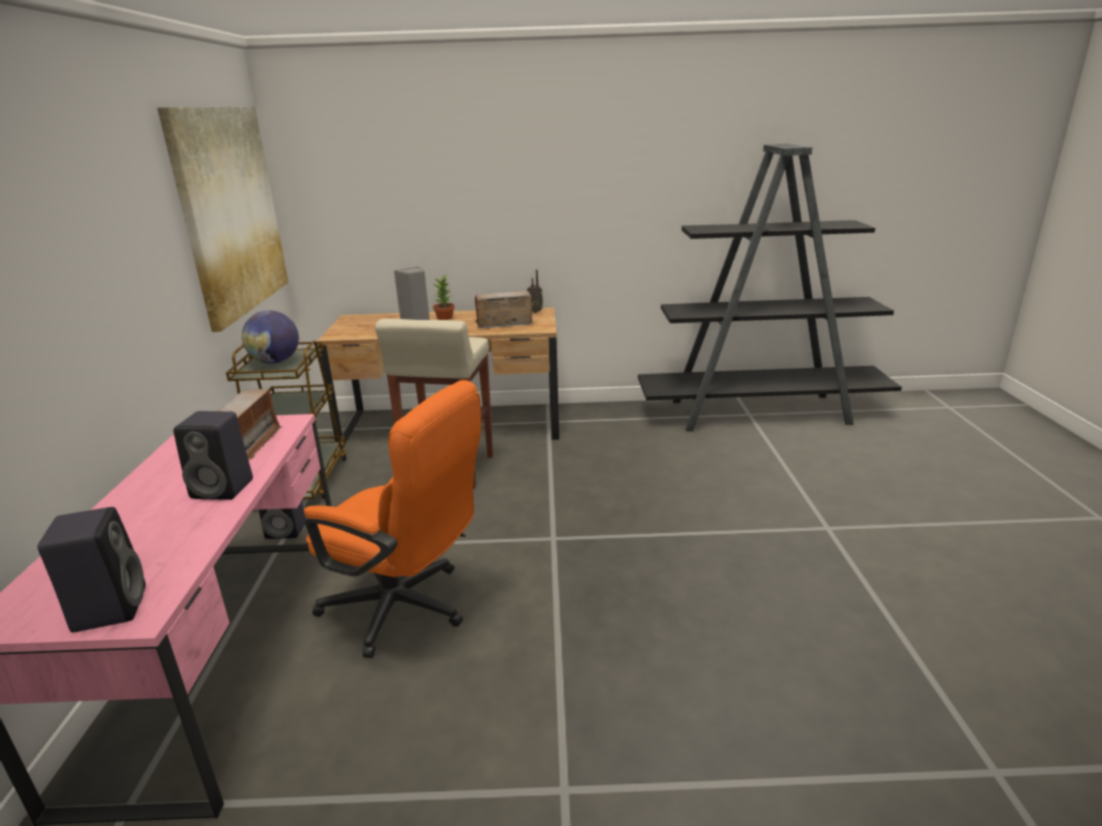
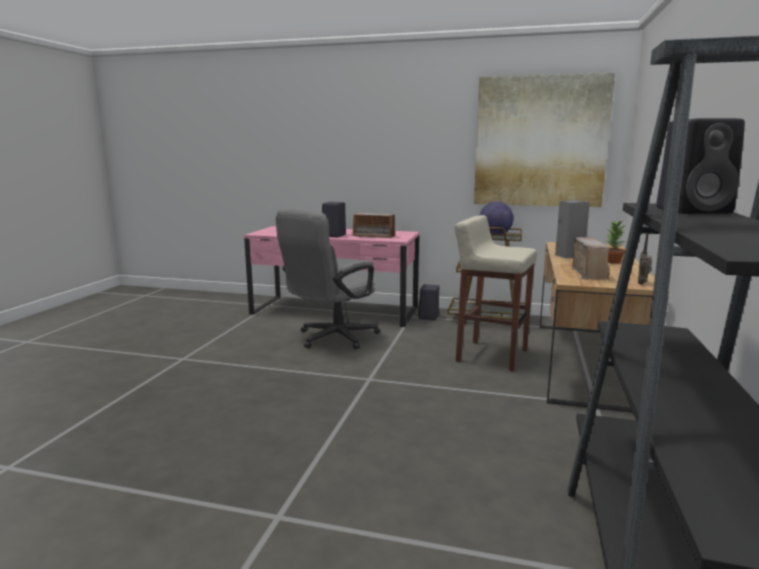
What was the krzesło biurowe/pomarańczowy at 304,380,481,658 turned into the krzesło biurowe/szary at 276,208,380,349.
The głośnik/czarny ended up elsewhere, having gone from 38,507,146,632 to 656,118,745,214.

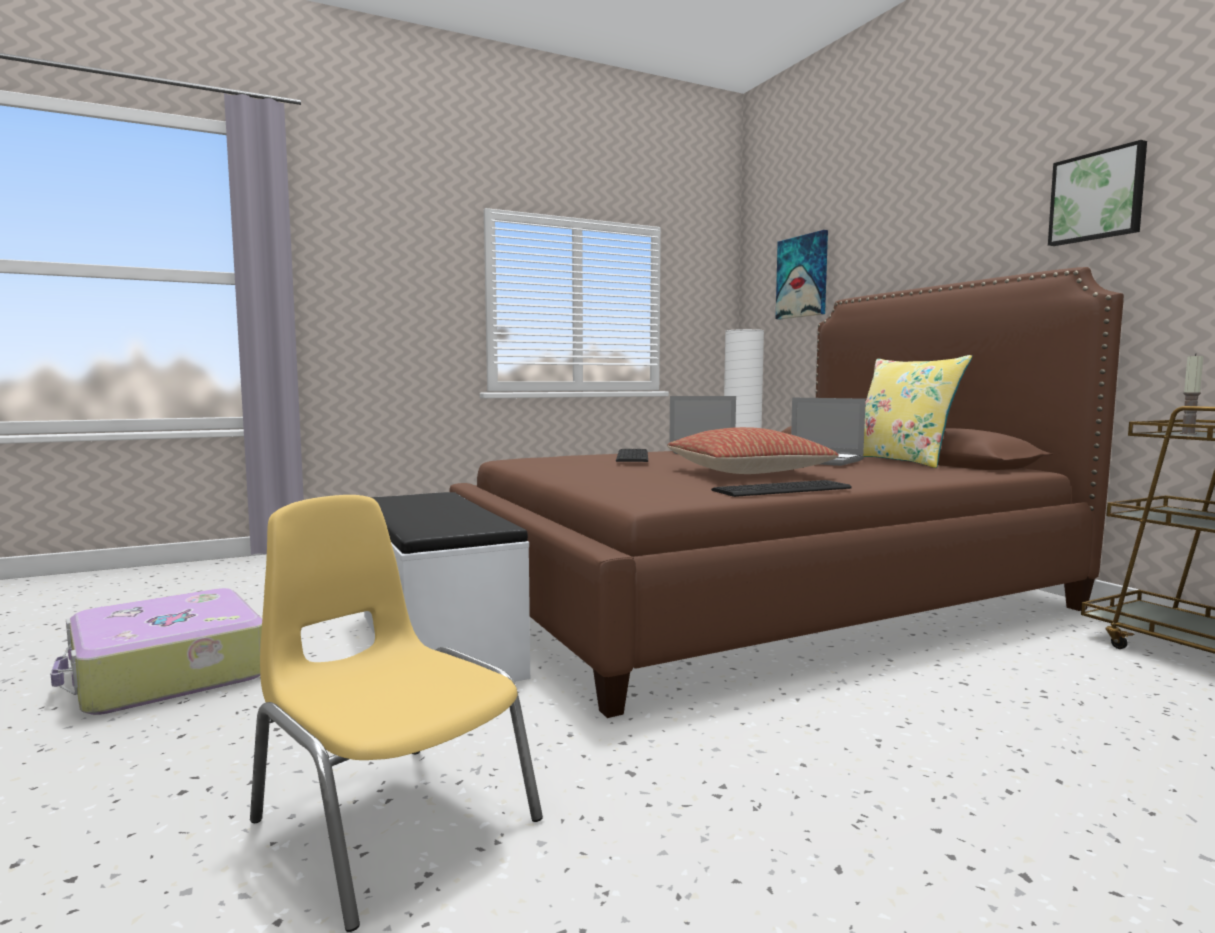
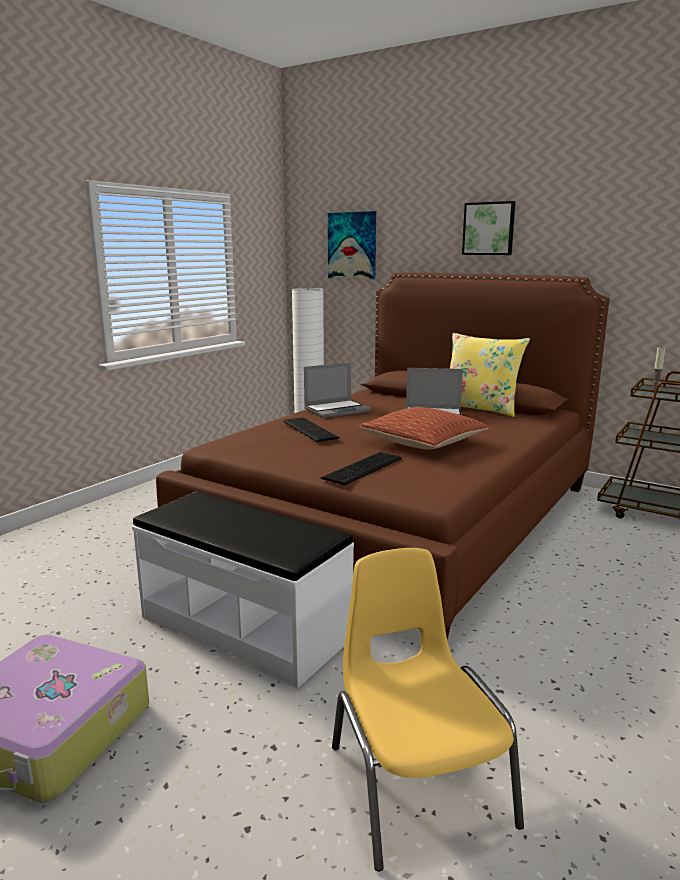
The obraz ended up elsewhere, having gone from 1048,140,1147,246 to 462,201,515,255.
The klawiatura ended up elsewhere, having gone from 711,480,852,497 to 321,452,402,485.
The krzesło/żółty at 250,495,543,932 ended up facing another way, 60 degrees clockwise from before.

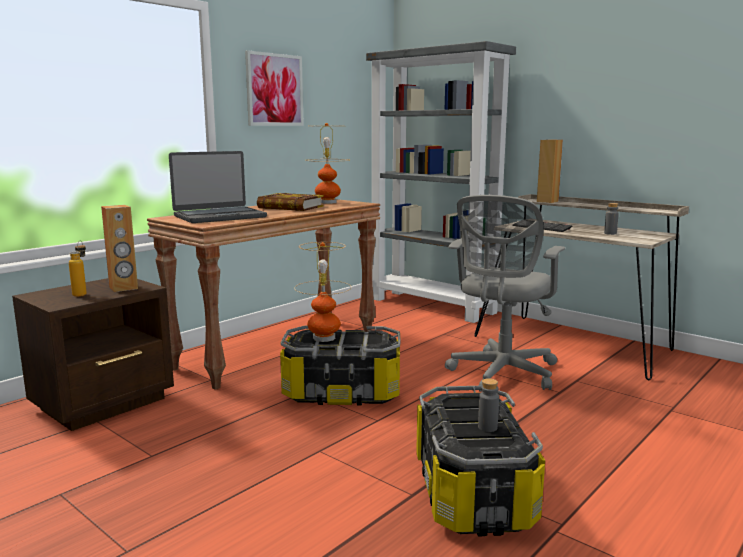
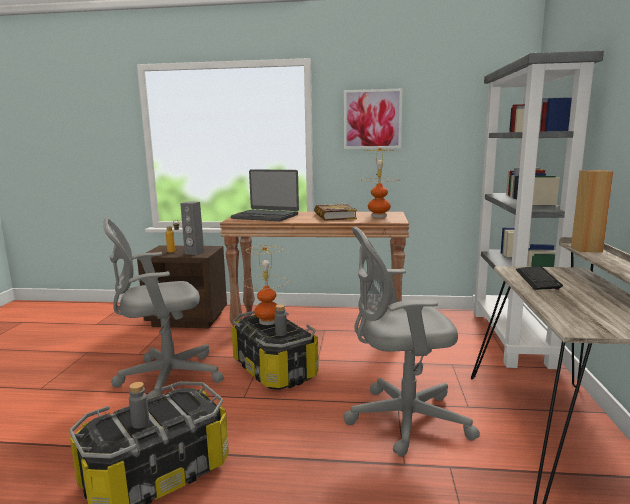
The butelka/szary ended up elsewhere, having gone from 604,203,619,235 to 275,304,287,336.
What was the głośnik/brązowy at 101,205,138,292 turned into the głośnik/szary at 180,201,204,255.
The second view gained the krzesło biurowe/szary at 103,218,224,399.

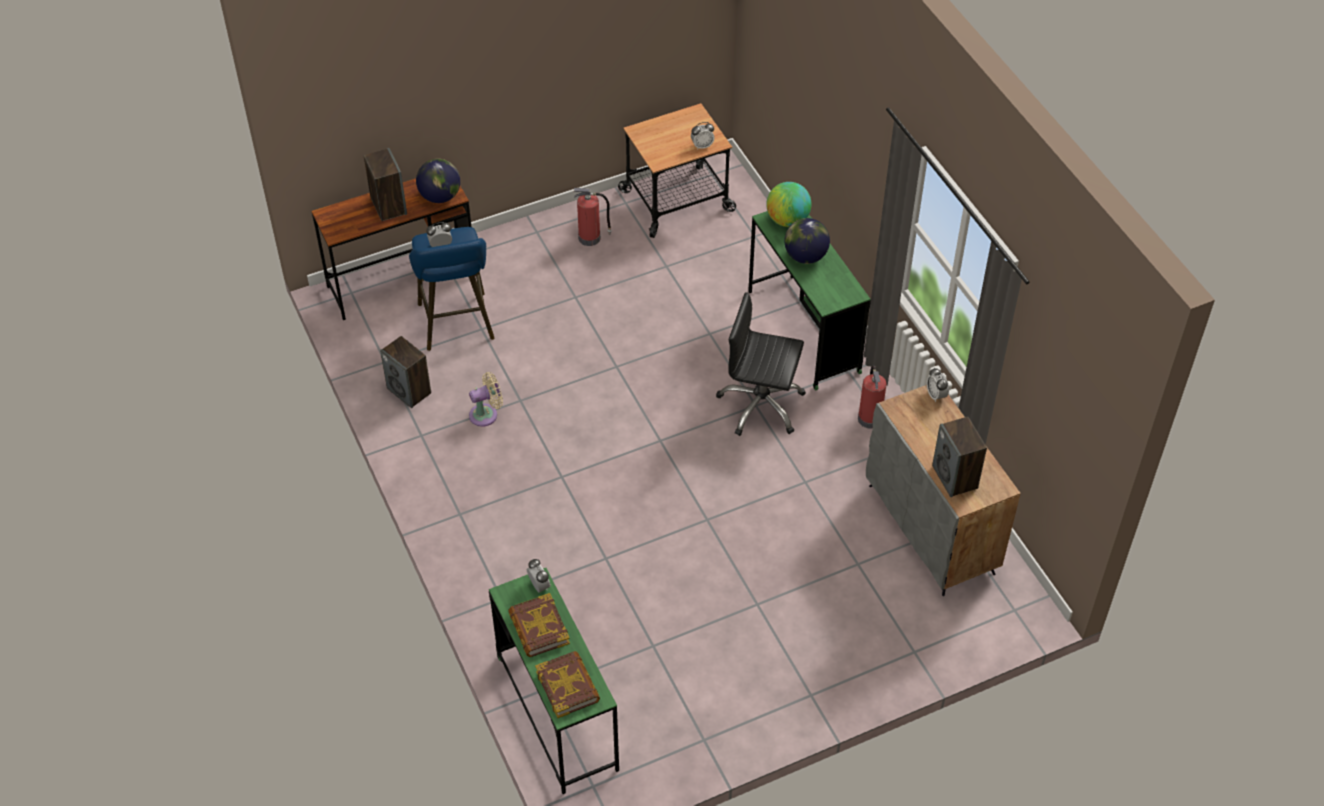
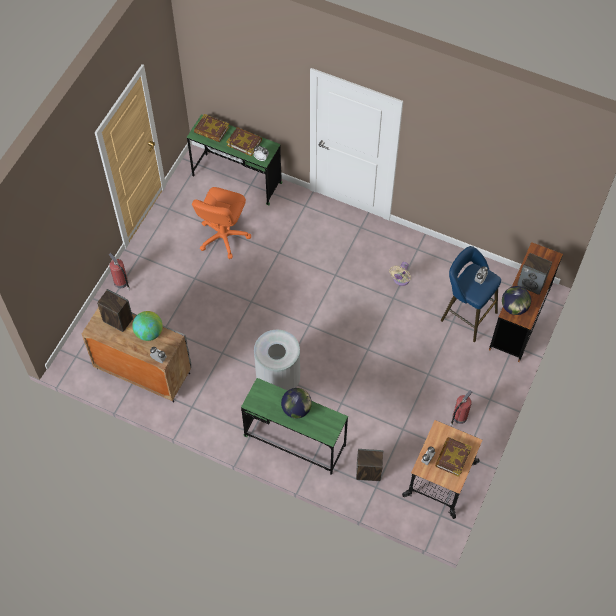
The globus ended up elsewhere, having gone from 766,182,812,227 to 132,311,163,341.
Where the krzesło biurowe/czarny stood at 716,292,806,436, the kosz na śmieci/szary came to stand at 254,330,300,391.
The głośnik ended up elsewhere, having gone from 380,336,431,408 to 356,449,383,481.
The gaśnica ended up elsewhere, having gone from 858,365,887,429 to 108,253,130,290.
The second view gained the krzesło biurowe/pomarańczowy at 192,187,251,259.
The second view gained the książka at 435,437,472,477.

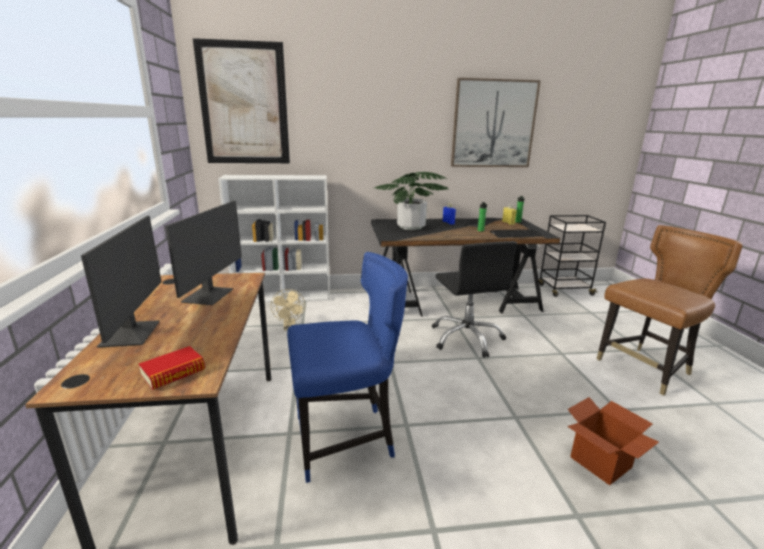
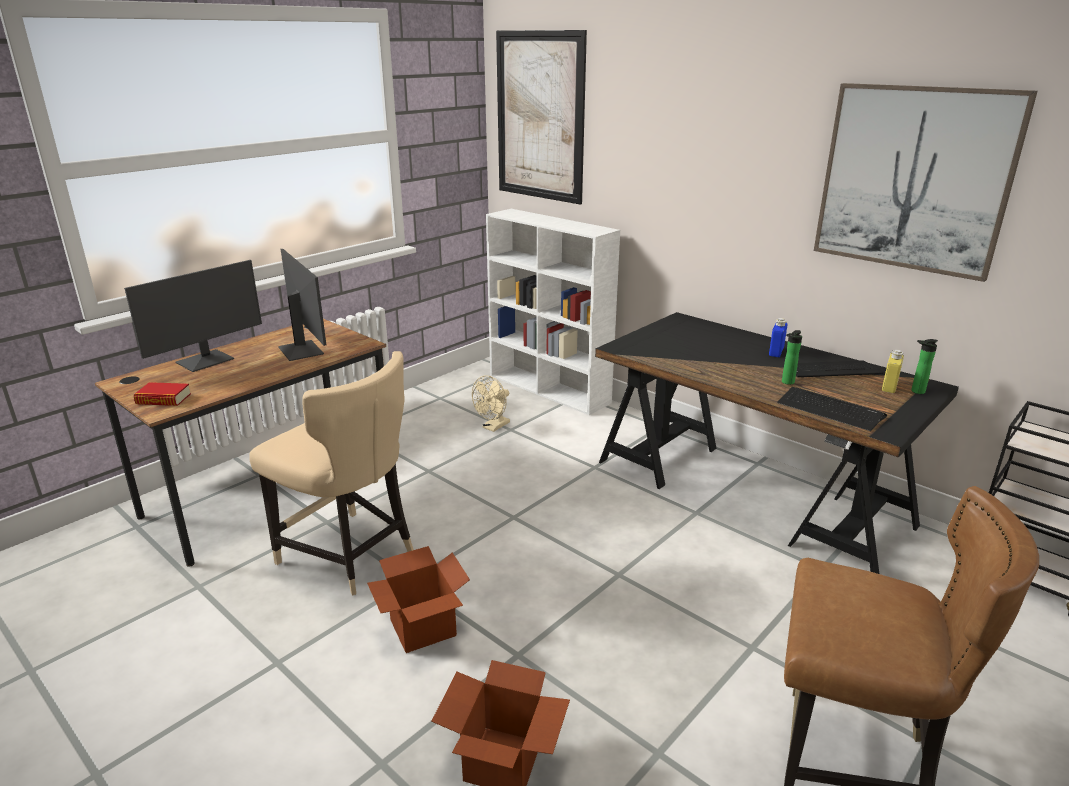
The second view lost the roślina doniczkowa at 375,172,449,230.
The monitor at 165,201,242,305 ended up facing another way, 90 degrees counterclockwise from before.
The second view lost the krzesło biurowe/czarny at 432,241,517,358.
What was the krzesło/niebieski at 287,252,408,483 turned into the krzesło/beżowy at 249,351,414,596.
The second view gained the karton at 367,546,470,653.

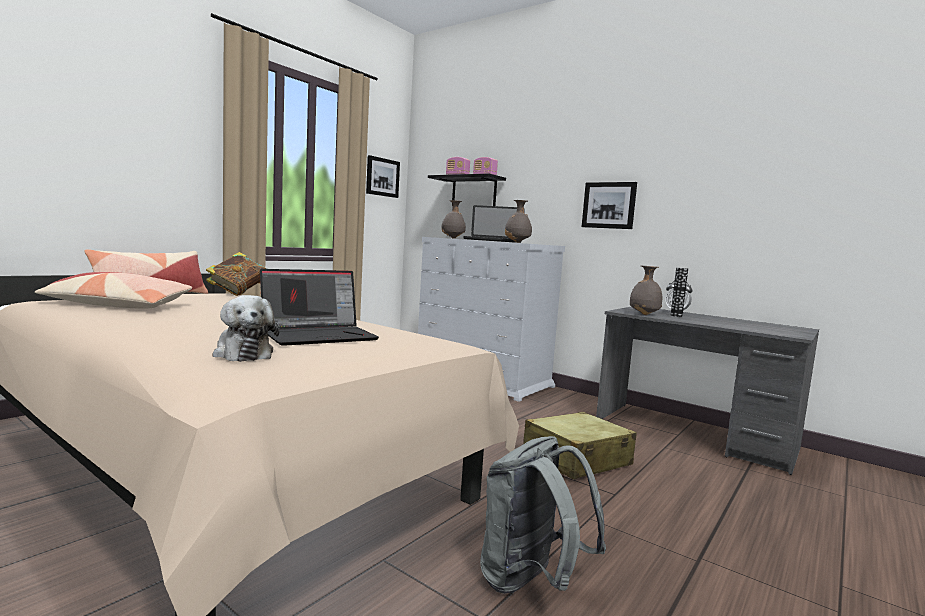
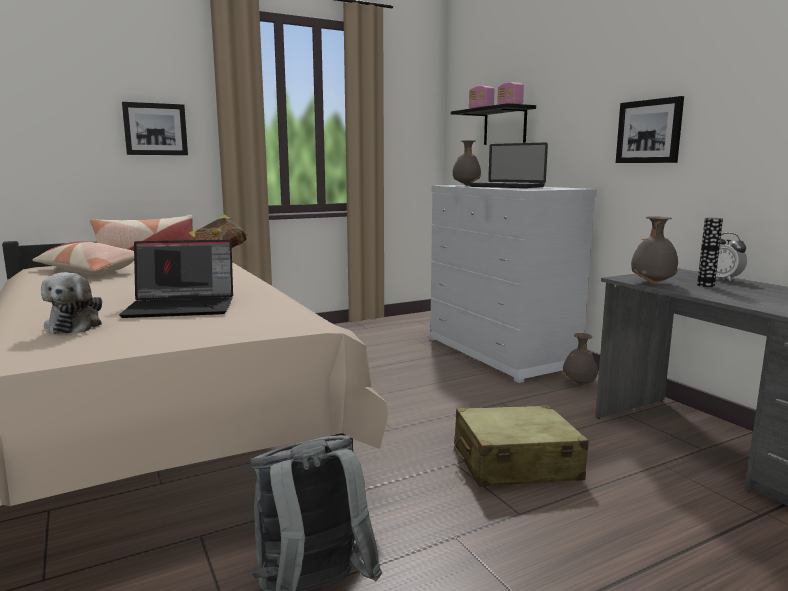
The obraz ended up elsewhere, having gone from 366,155,400,198 to 122,102,188,155.
The wazon/szary ended up elsewhere, having gone from 505,200,532,243 to 563,333,598,385.

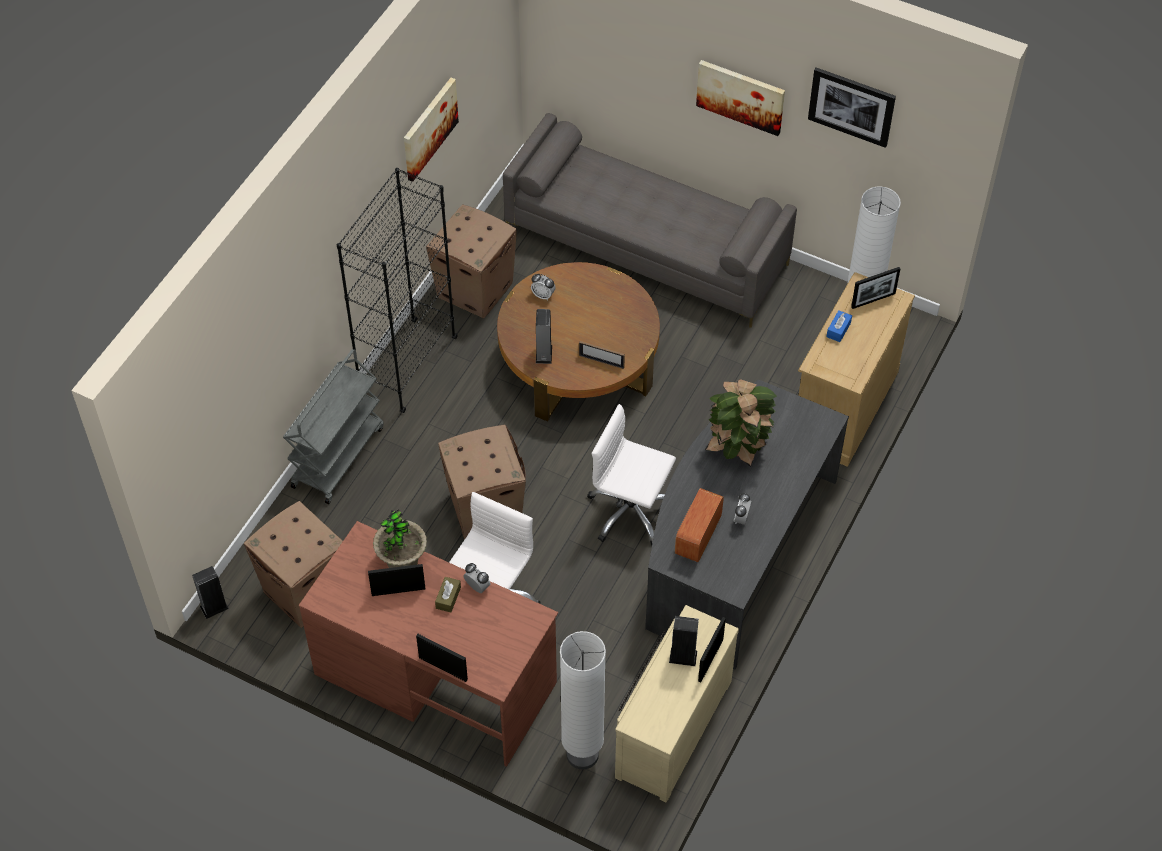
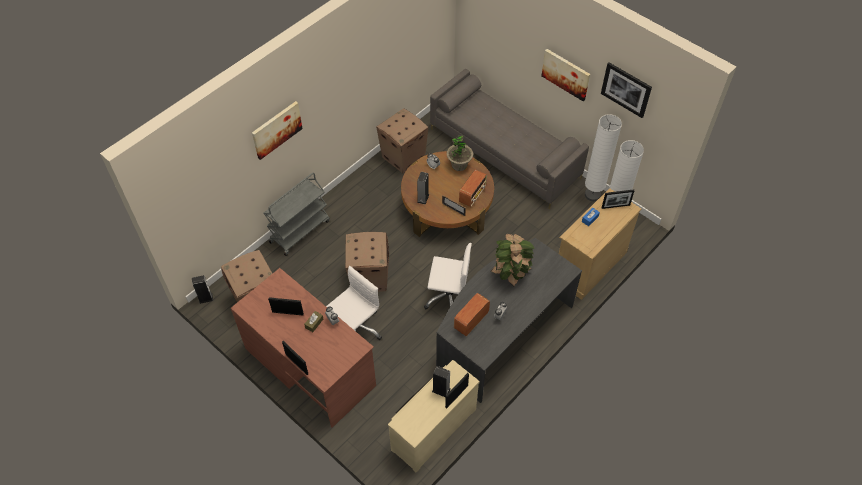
The obraz ended up elsewhere, having gone from 404,78,459,181 to 252,101,303,160.
The second view lost the regał/czarny at 337,168,458,413.
The krzesło biurowe/biały at 587,404,676,545 ended up facing another way, 150 degrees clockwise from before.
The roślina doniczkowa ended up elsewhere, having gone from 373,509,427,568 to 446,135,473,171.
The lampa stojąca/biały ended up elsewhere, having gone from 560,631,606,770 to 585,114,622,201.
The second view gained the radio at 459,170,487,207.

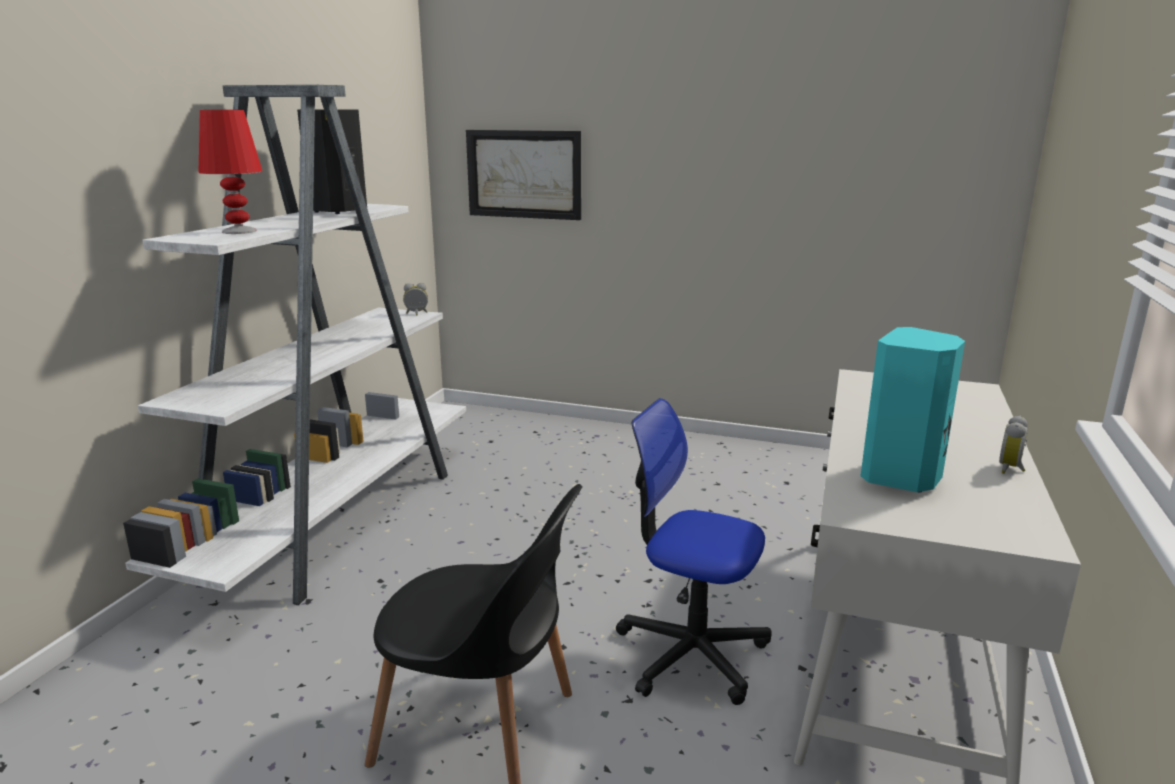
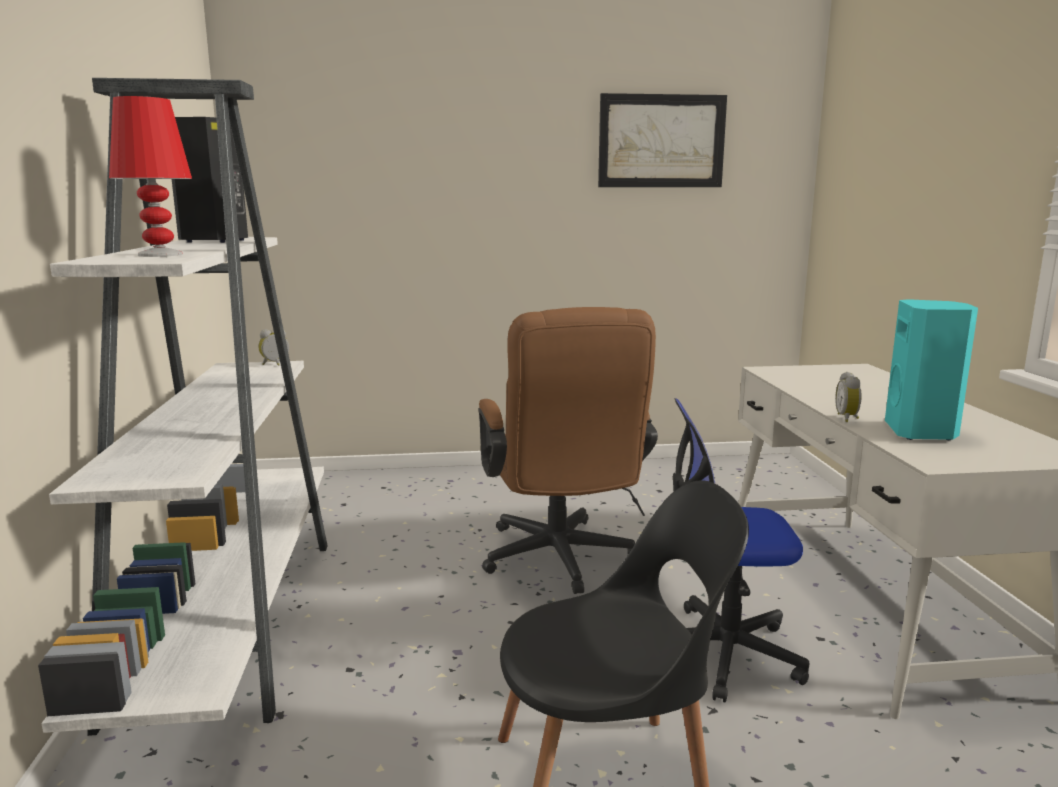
The obraz ended up elsewhere, having gone from 466,130,581,220 to 598,93,727,187.
The budzik ended up elsewhere, having gone from 999,415,1028,474 to 835,372,862,422.
The second view gained the krzesło biurowe/brązowy at 478,307,658,594.

